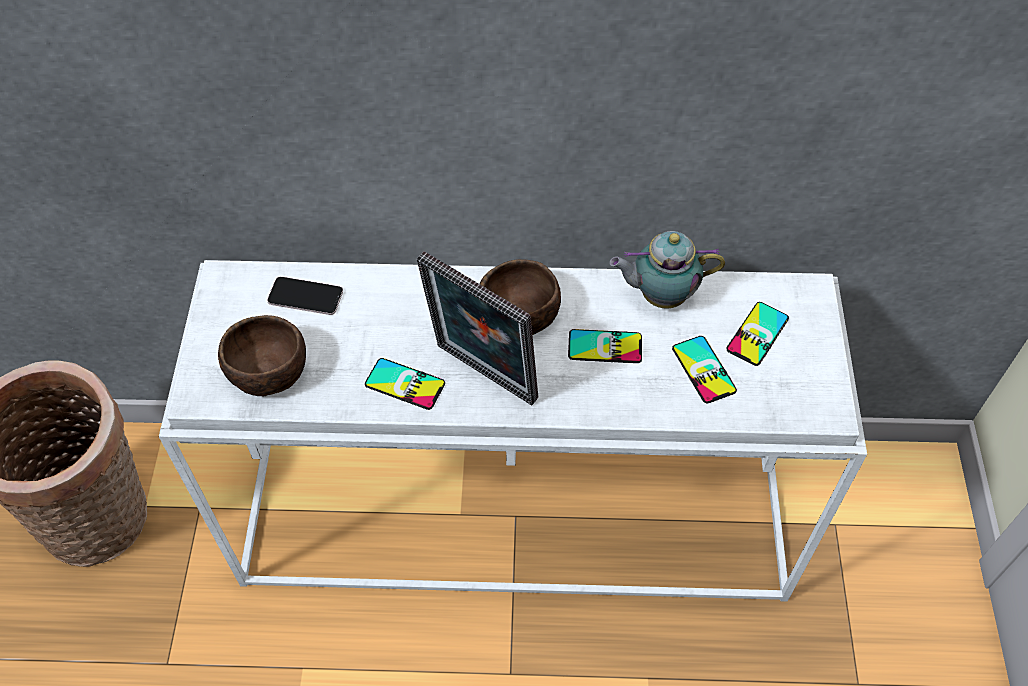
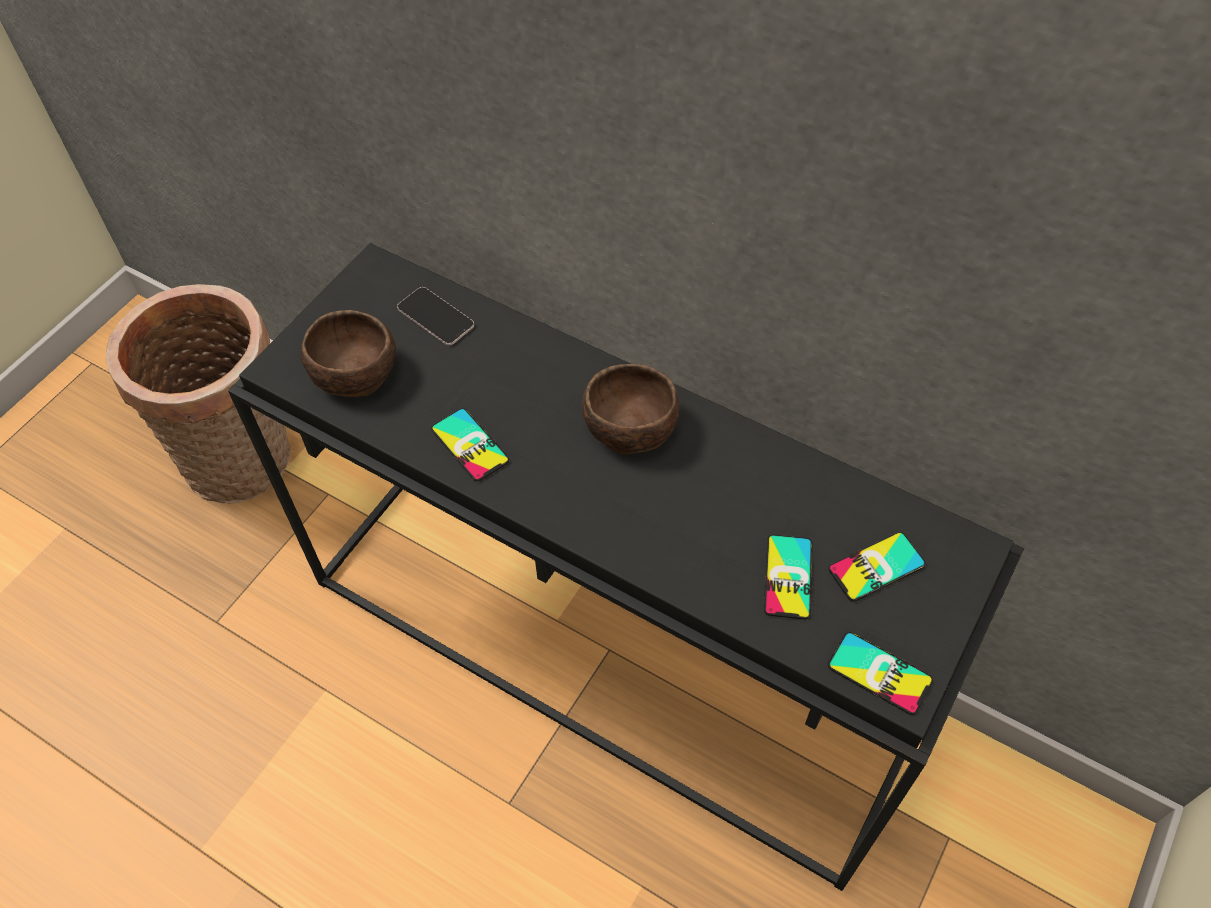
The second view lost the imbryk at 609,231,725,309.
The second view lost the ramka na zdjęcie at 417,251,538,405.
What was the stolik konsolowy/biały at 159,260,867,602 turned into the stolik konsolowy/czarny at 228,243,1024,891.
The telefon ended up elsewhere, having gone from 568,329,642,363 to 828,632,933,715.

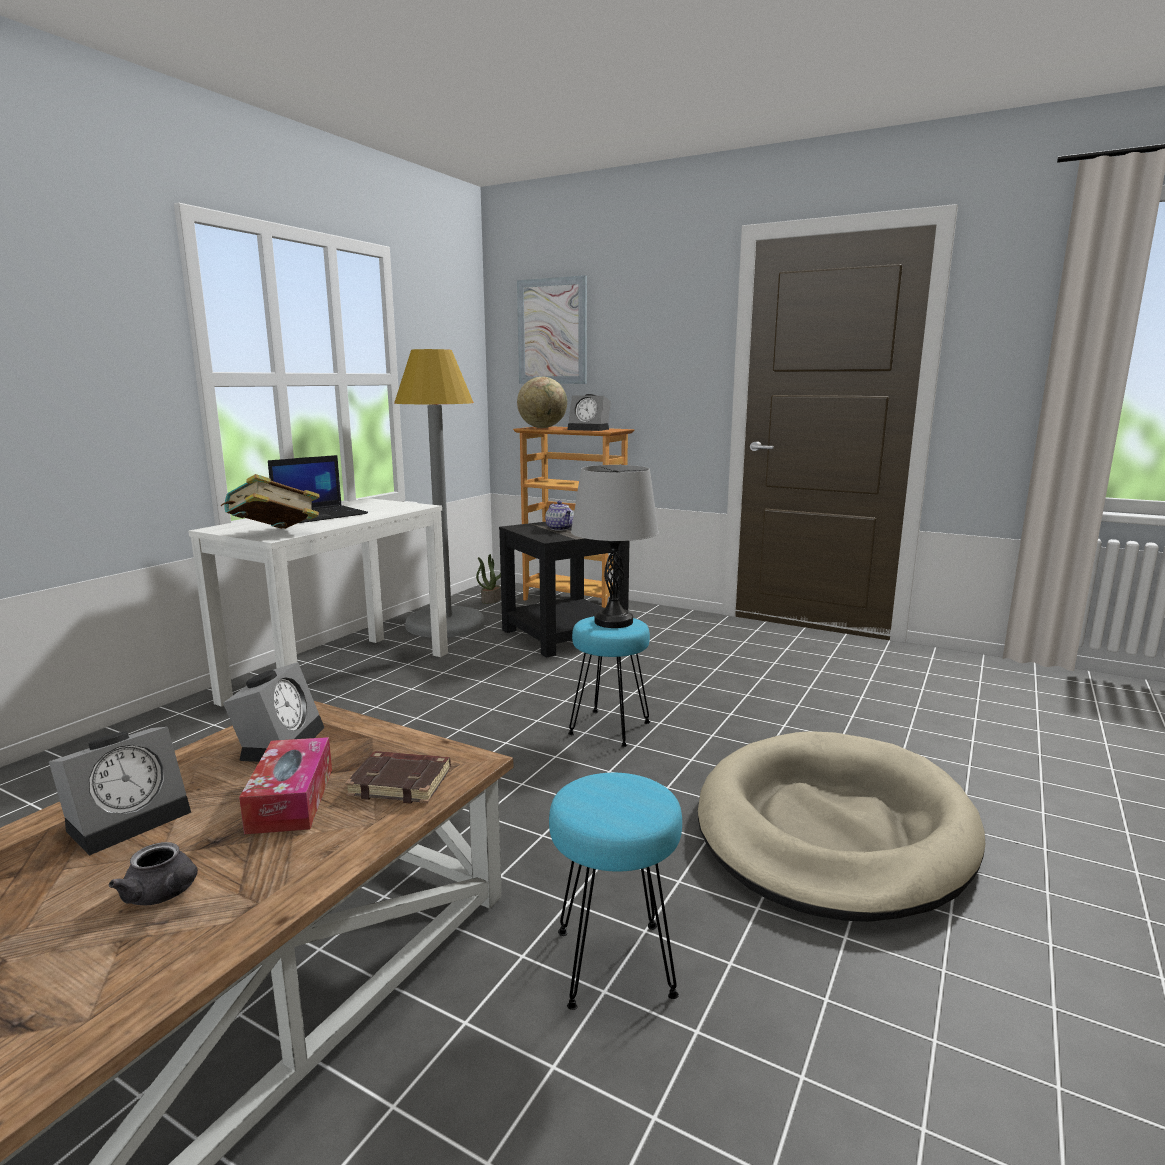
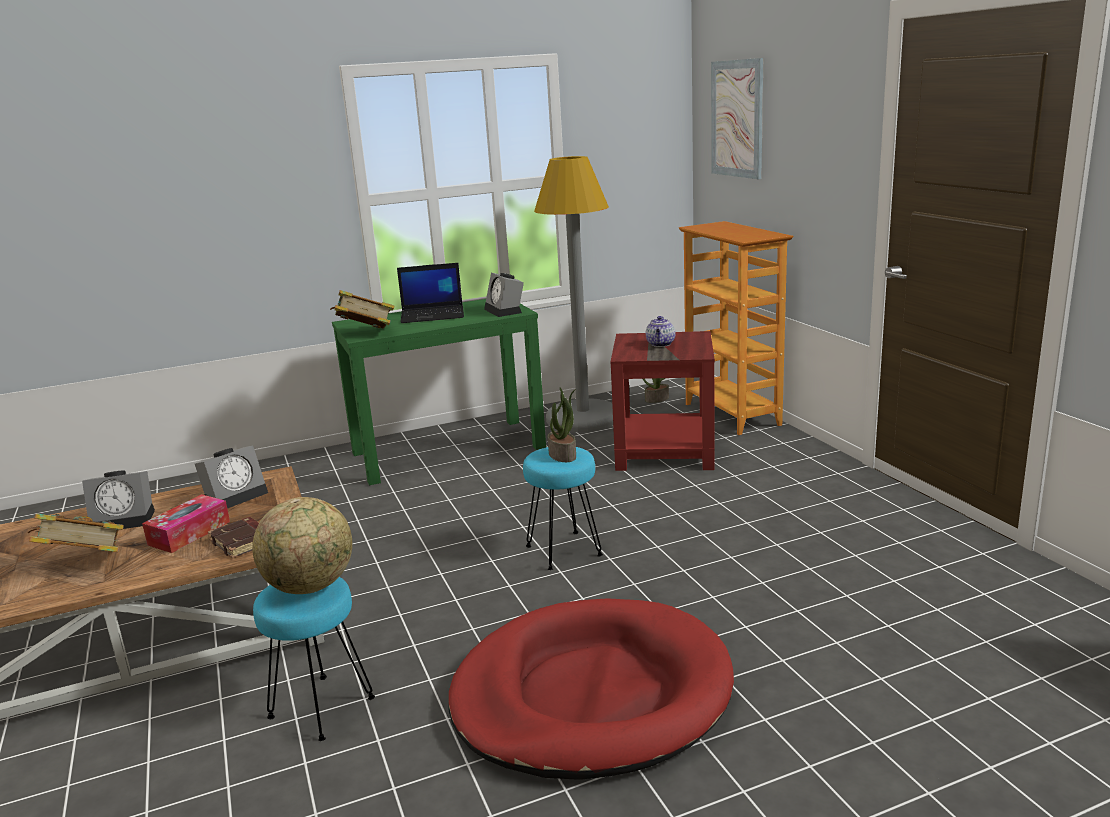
The globus ended up elsewhere, having gone from 517,377,567,428 to 252,497,352,594.
The budzik ended up elsewhere, having gone from 567,394,611,431 to 484,272,524,317.
Where the lampa stołowa/szary stood at 571,465,659,628, the roślina doniczkowa came to stand at 548,388,576,462.
What was the stolik konsolowy/biały at 188,498,448,707 turned into the stolik konsolowy/zielony at 332,299,546,485.
What was the stolik/czarny at 499,522,629,658 turned into the stolik/czerwony at 610,331,715,471.
What was the legowisko/beżowy at 698,731,985,922 turned into the legowisko/czerwony at 448,598,734,780.
Where the imbryk/szary stood at 109,842,198,905, the książka came to stand at 28,514,124,552.

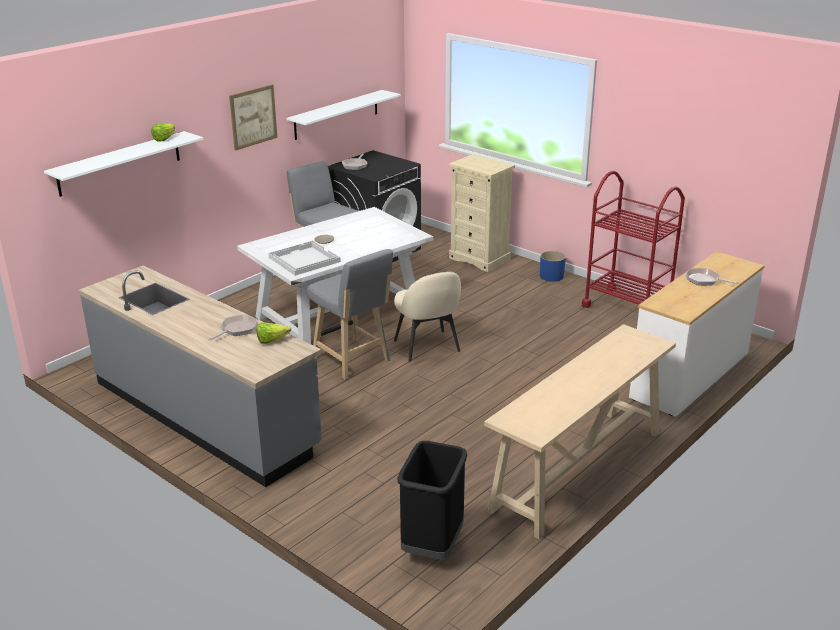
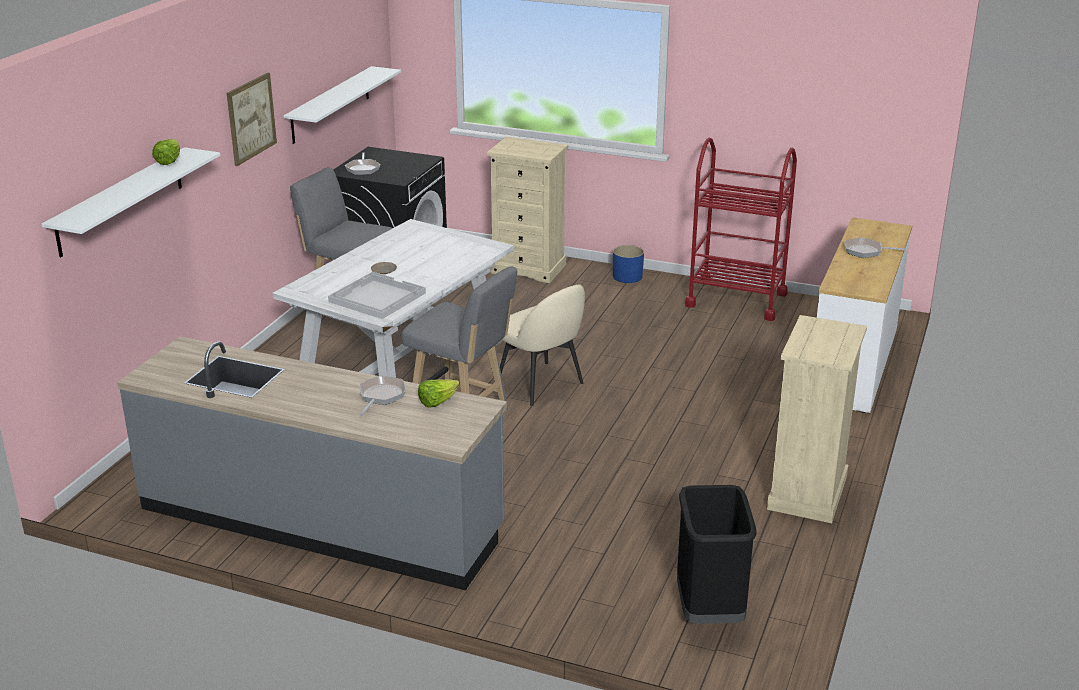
Where the stolik konsolowy/beżowy stood at 484,324,676,539, the komoda/beżowy came to stand at 767,315,867,523.

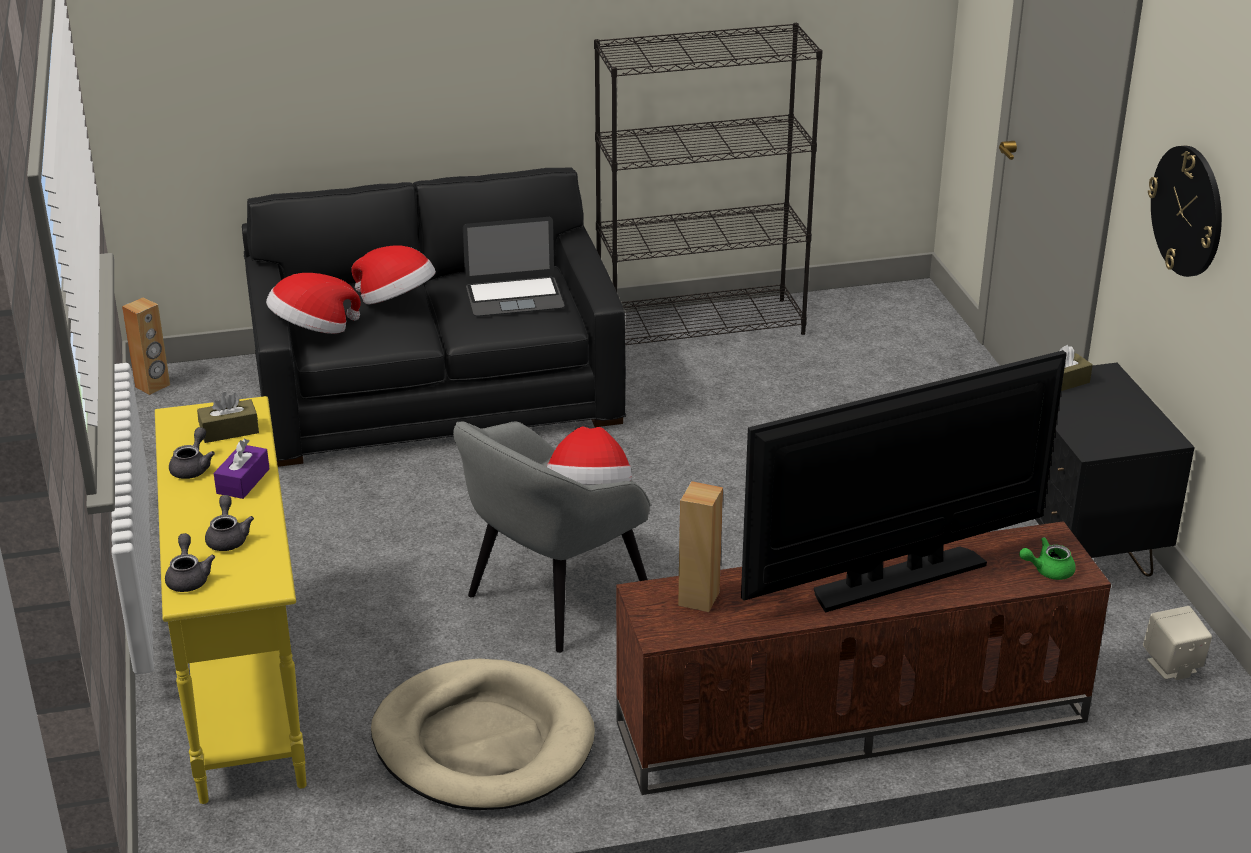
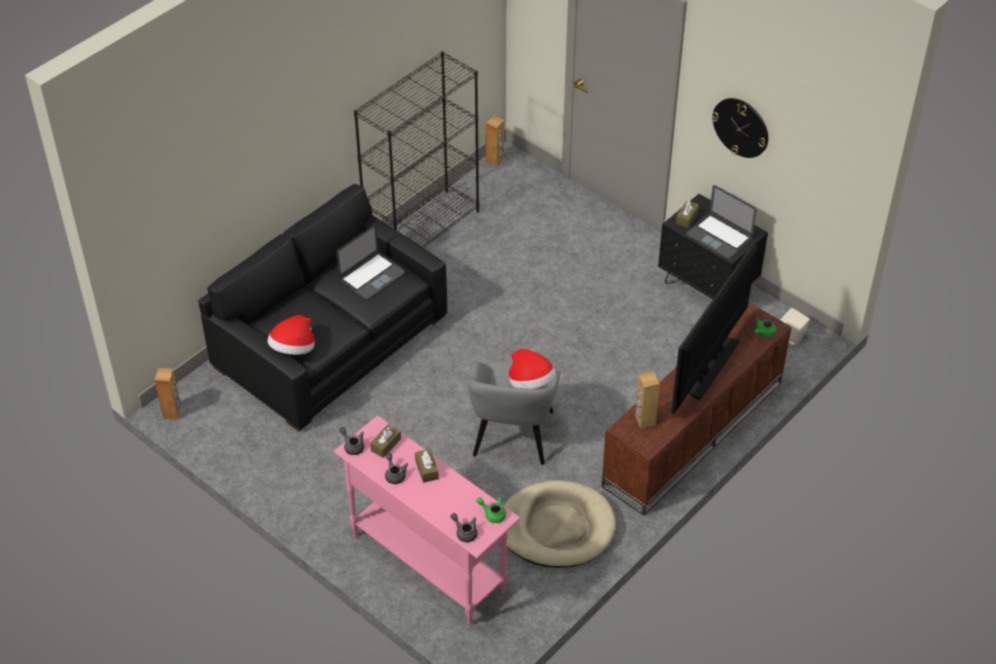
The second view lost the kapelusz at 352,246,436,304.
What was the stolik konsolowy/żółty at 155,396,307,804 turned into the stolik konsolowy/różowy at 334,415,521,625.
What was the pudełko chusteczek/fioletowy at 214,438,270,499 turned into the pudełko chusteczek/brązowy at 415,449,439,483.
The imbryk/szary ended up elsewhere, having gone from 205,495,254,551 to 339,427,364,455.
The second view gained the głośnik/brązowy at 485,116,504,167.
The second view gained the laptop at 686,185,757,258.
The second view gained the imbryk/zielony at 476,497,506,523.

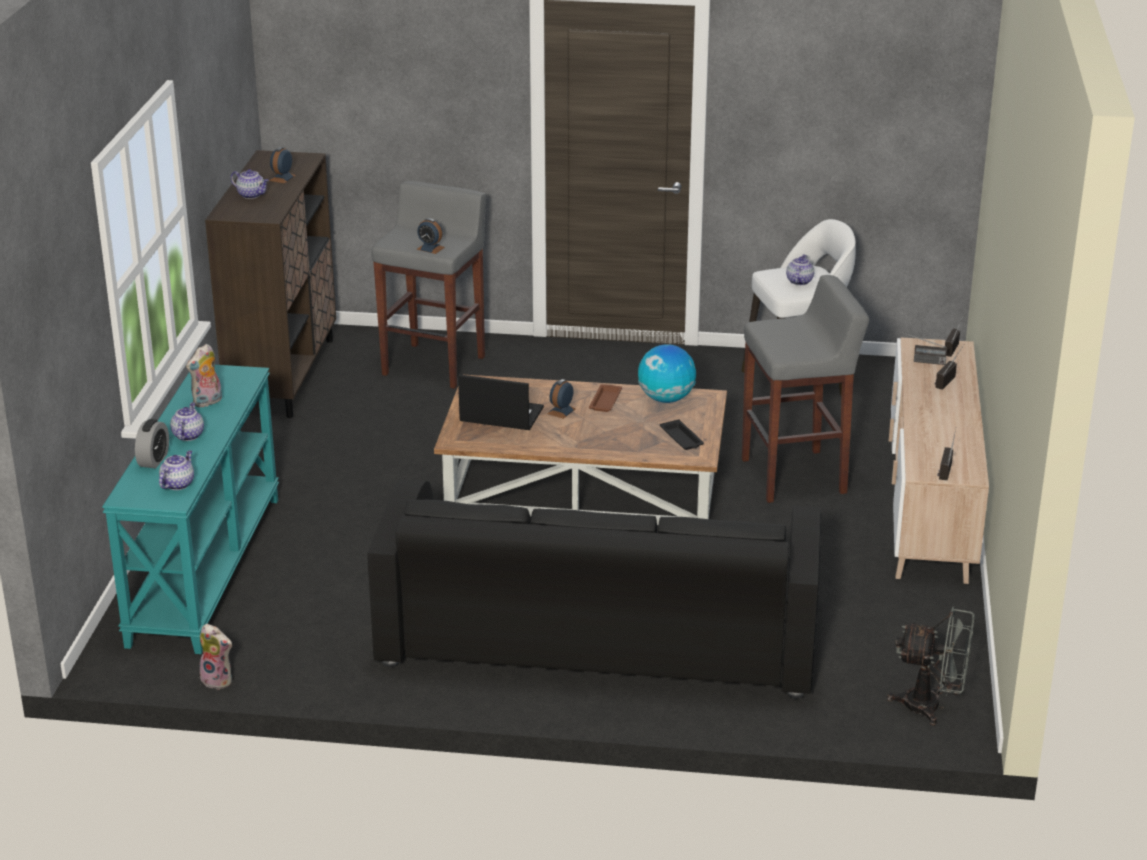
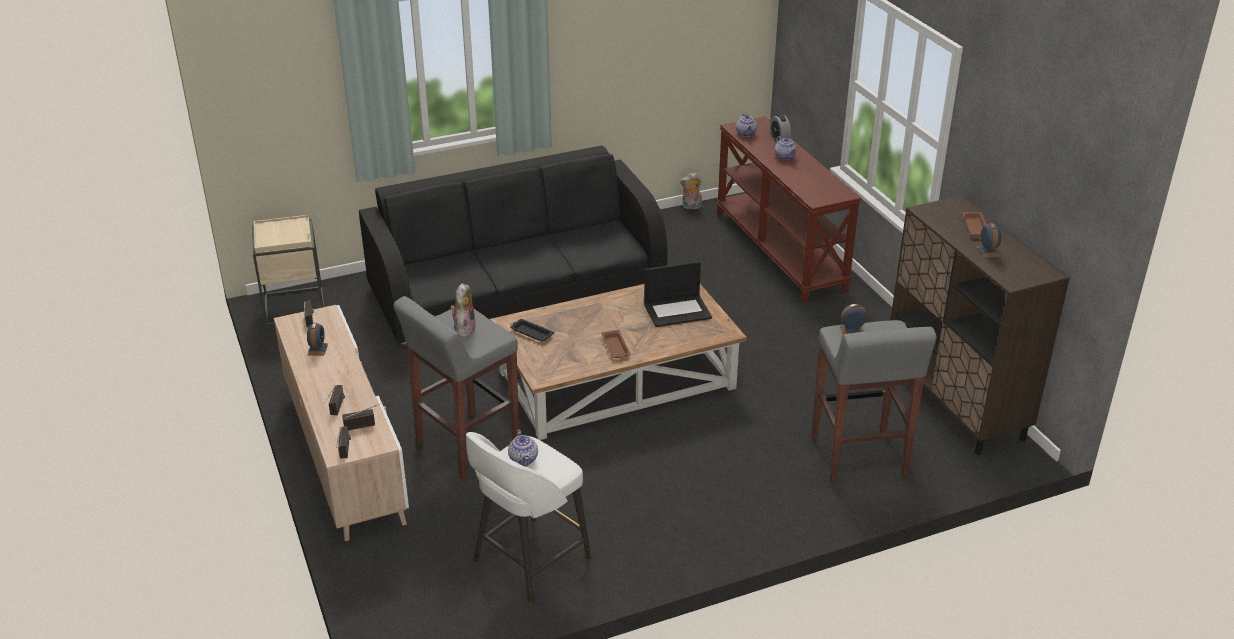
Where the imbryk stood at 231,169,269,199, the taca/brązowy came to stand at 962,212,987,237.
The pluszak ended up elsewhere, having gone from 186,344,222,408 to 450,283,476,337.
The second view lost the globus at 638,344,696,403.
What was the stolik konsolowy/turkusowy at 102,365,279,654 turned into the stolik konsolowy/brązowy at 716,116,862,304.
The budzik ended up elsewhere, having gone from 547,379,576,419 to 307,323,328,356.
Where the wentylator/szary stood at 887,607,975,725, the stolik/beżowy came to stand at 252,215,324,326.

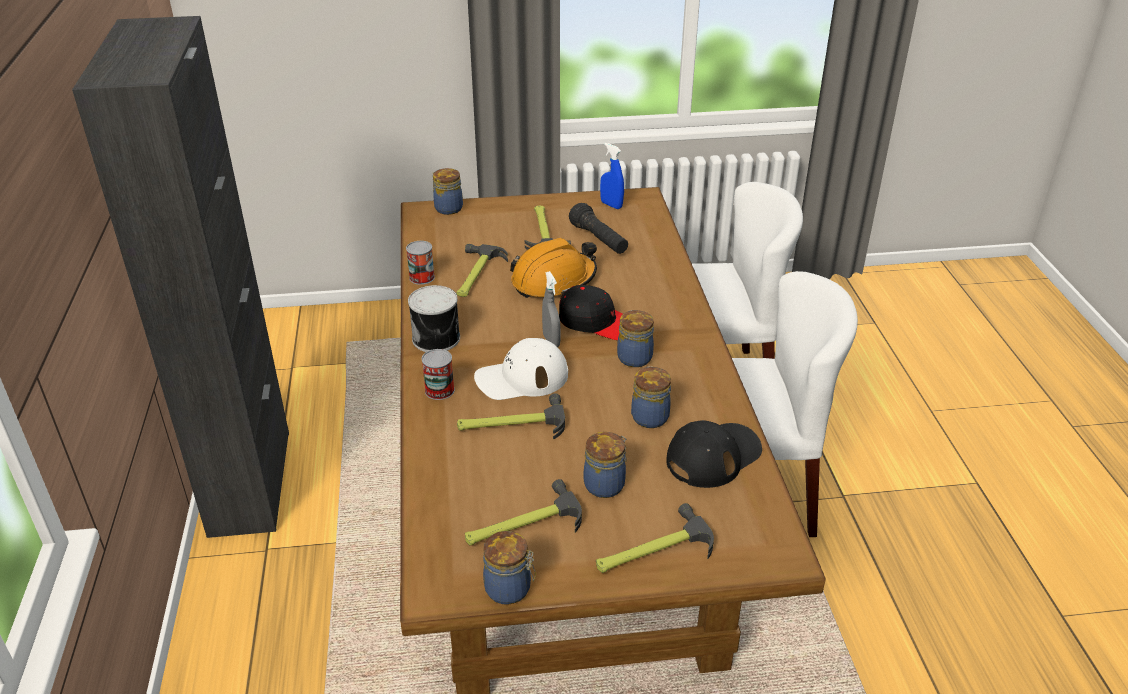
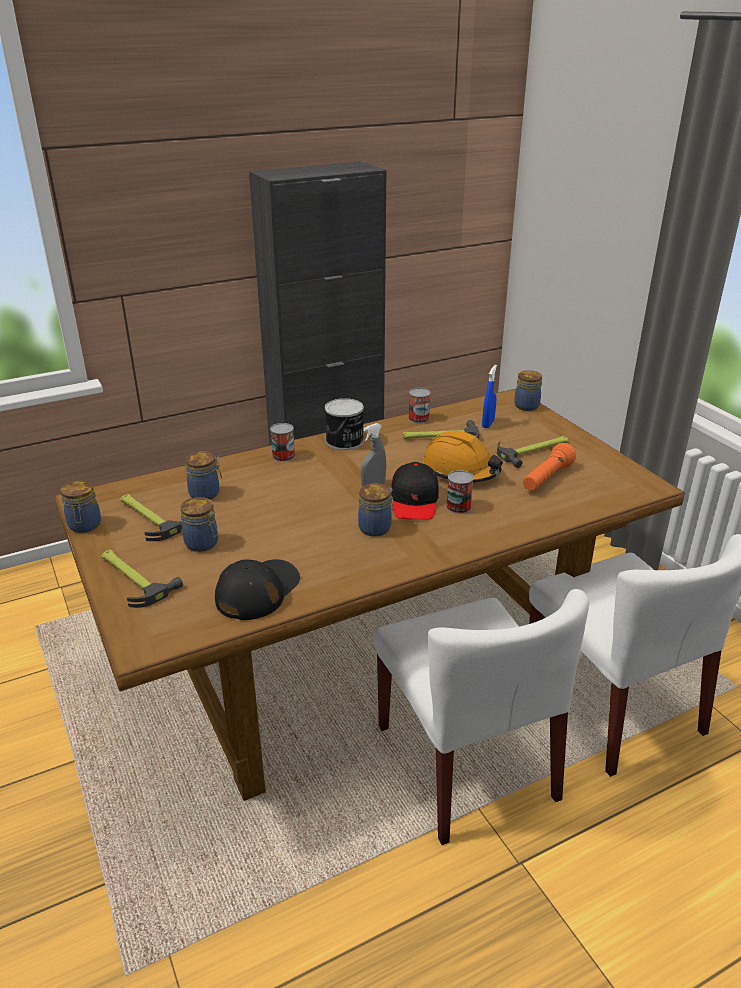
The spryskiwacz/niebieski ended up elsewhere, having gone from 600,143,624,209 to 482,365,497,428.
What was the latarka/czarny at 569,203,628,254 turned into the latarka/pomarańczowy at 523,443,576,491.
The second view lost the czapka z daszkiem/biały at 474,338,568,400.
The słoik ended up elsewhere, having gone from 631,366,671,428 to 185,451,222,500.
The second view lost the młotek at 457,393,565,439.
The czapka z daszkiem/czarny at 666,420,762,488 ended up facing another way, 90 degrees counterclockwise from before.
The second view gained the puszka at 446,470,474,514.

